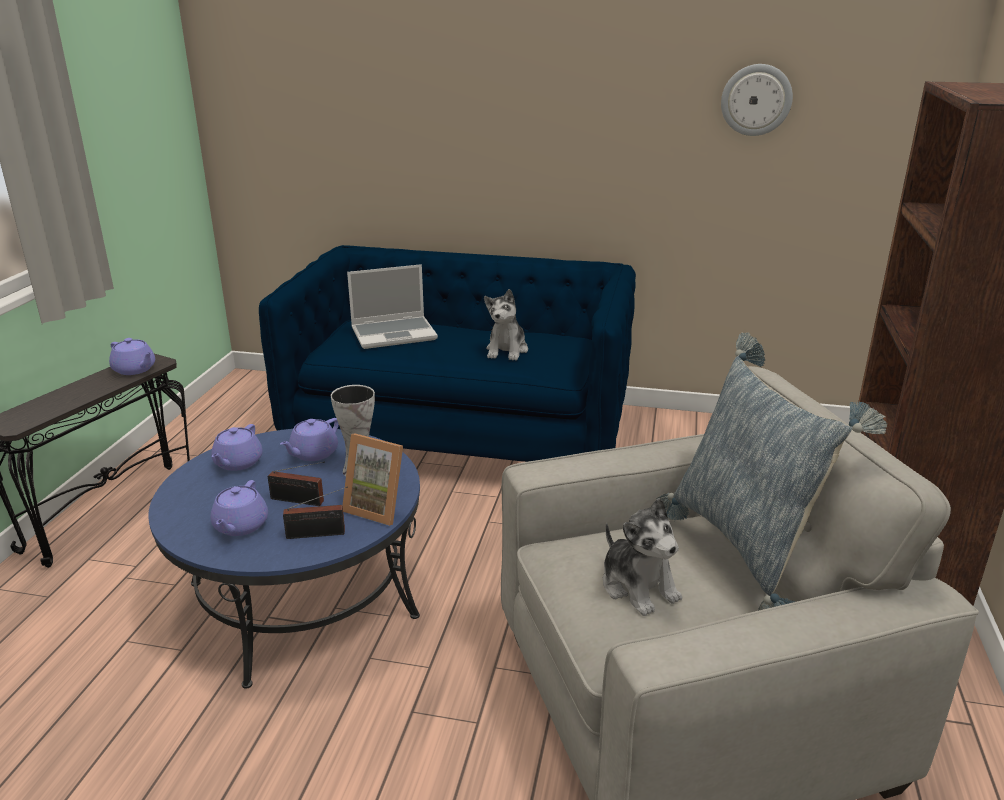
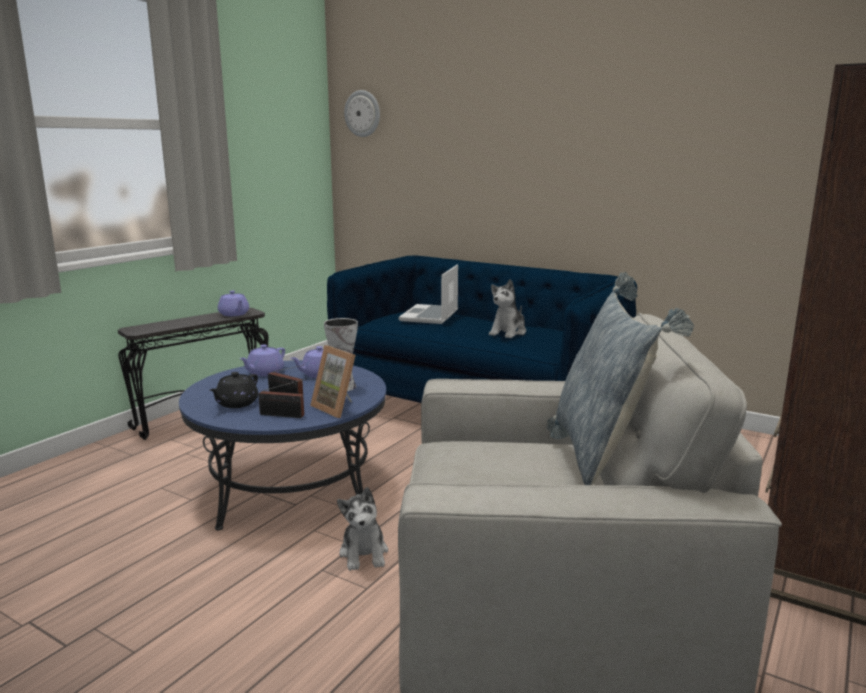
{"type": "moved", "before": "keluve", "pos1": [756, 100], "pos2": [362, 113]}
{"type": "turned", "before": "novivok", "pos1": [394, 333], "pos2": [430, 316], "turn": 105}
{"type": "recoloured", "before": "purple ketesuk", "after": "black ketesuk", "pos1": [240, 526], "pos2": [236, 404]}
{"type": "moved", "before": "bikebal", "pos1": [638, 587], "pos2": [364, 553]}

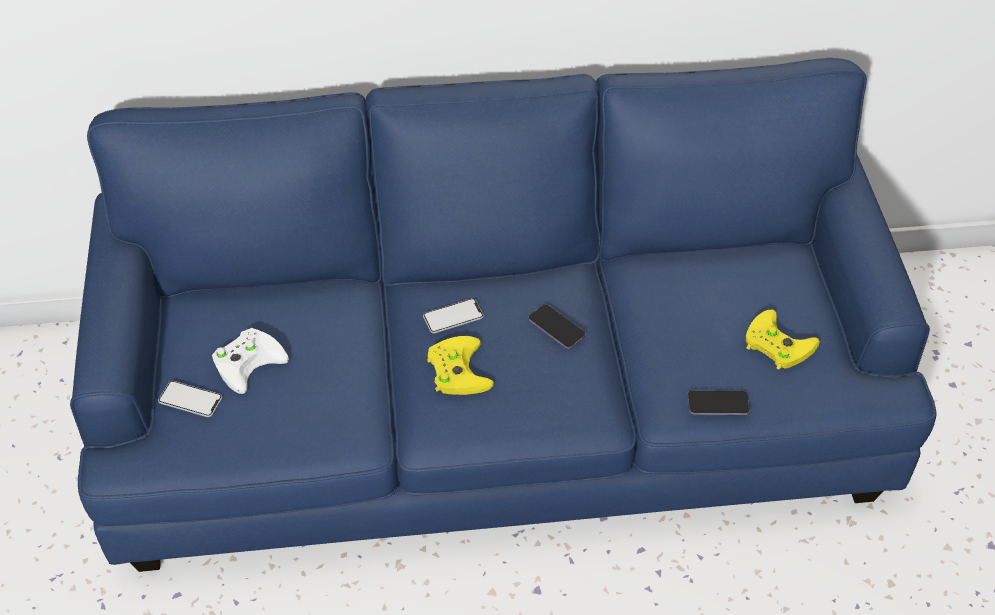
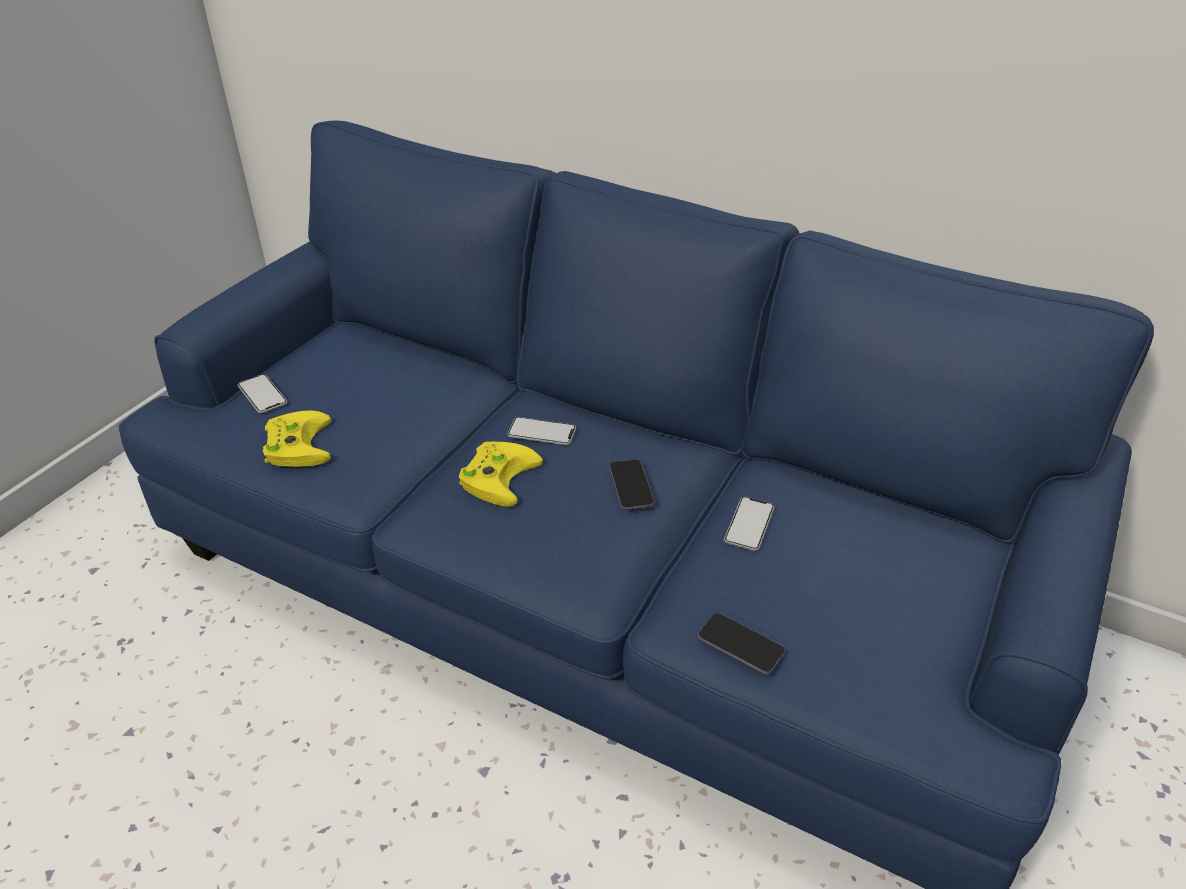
{"type": "moved", "before": "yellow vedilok", "pos1": [775, 344], "pos2": [295, 443]}
{"type": "removed", "before": "white vedilok", "pos1": [249, 360]}
{"type": "added", "after": "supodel", "pos2": [749, 524]}

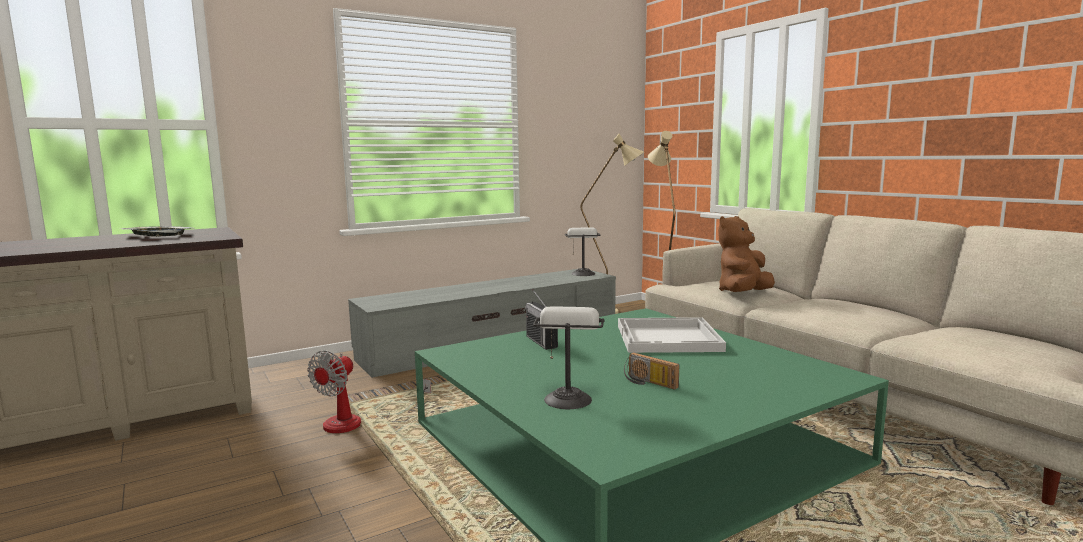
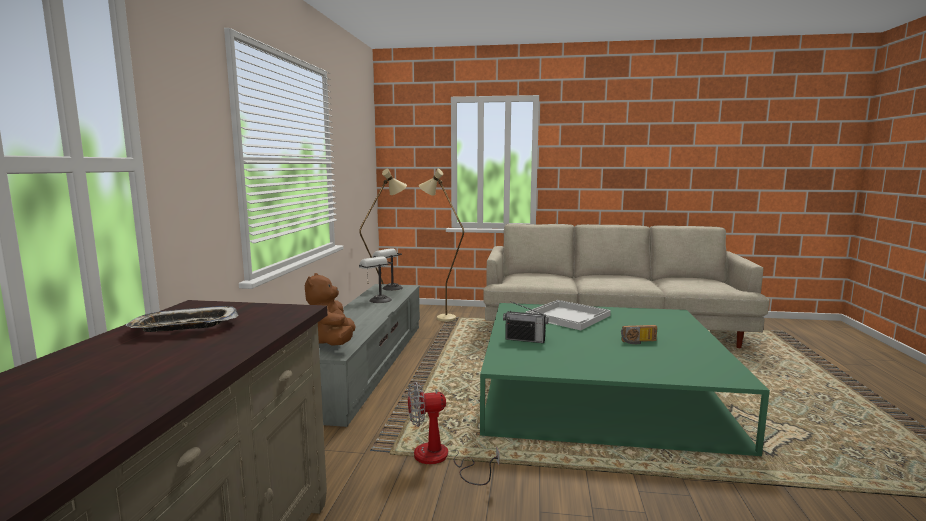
{"type": "moved", "before": "brown bikebal", "pos1": [743, 293], "pos2": [333, 342]}
{"type": "moved", "before": "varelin", "pos1": [567, 395], "pos2": [377, 299]}
{"type": "turned", "before": "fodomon", "pos1": [357, 423], "pos2": [441, 459], "turn": 105}

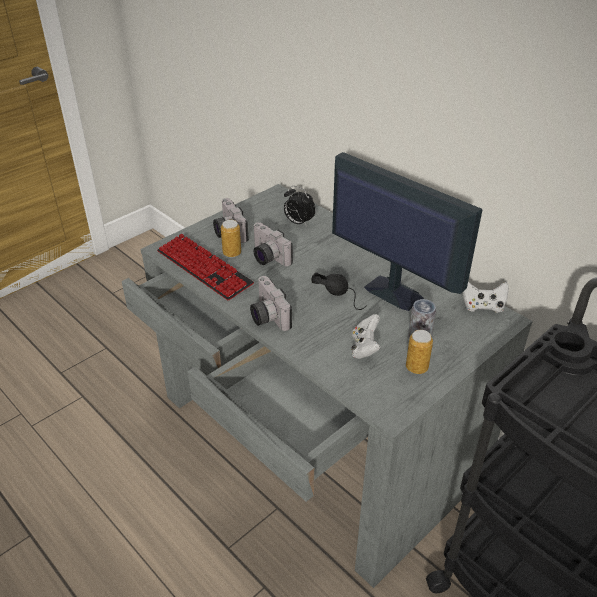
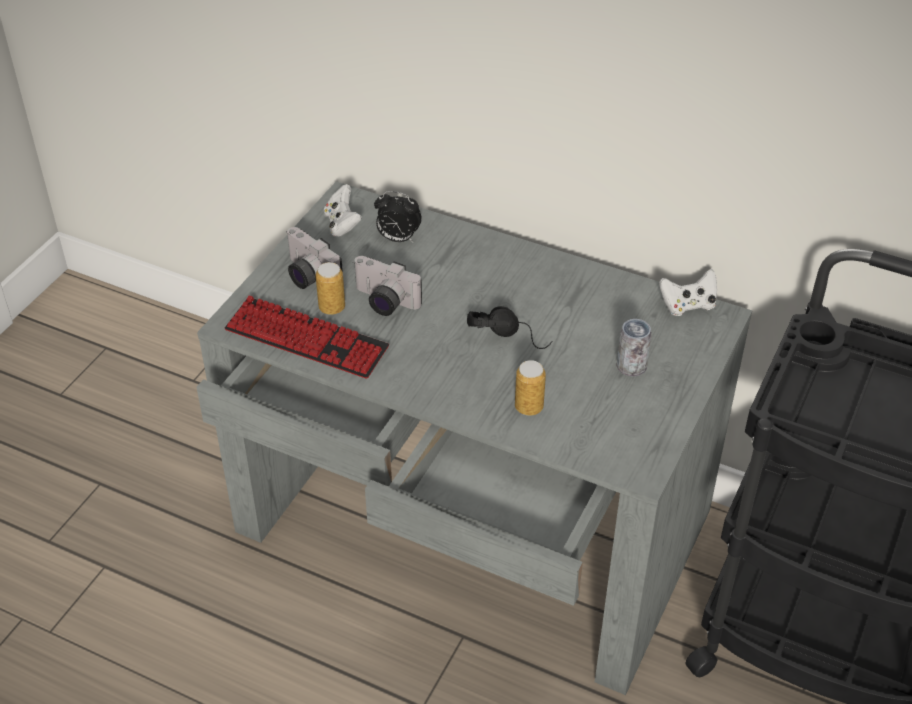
{"type": "removed", "before": "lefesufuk", "pos1": [392, 292]}
{"type": "removed", "before": "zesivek", "pos1": [266, 316]}
{"type": "moved", "before": "white vedilok", "pos1": [364, 348], "pos2": [342, 224]}
{"type": "moved", "before": "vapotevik", "pos1": [416, 367], "pos2": [529, 407]}

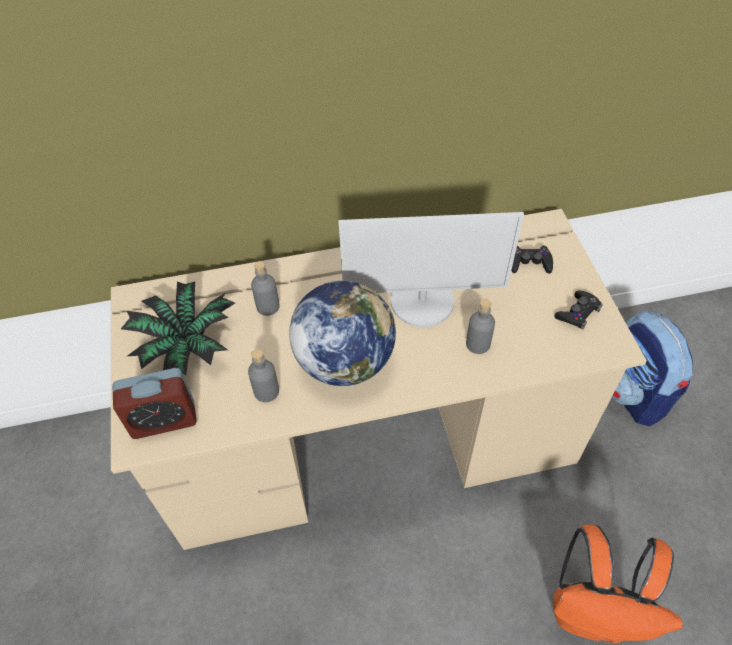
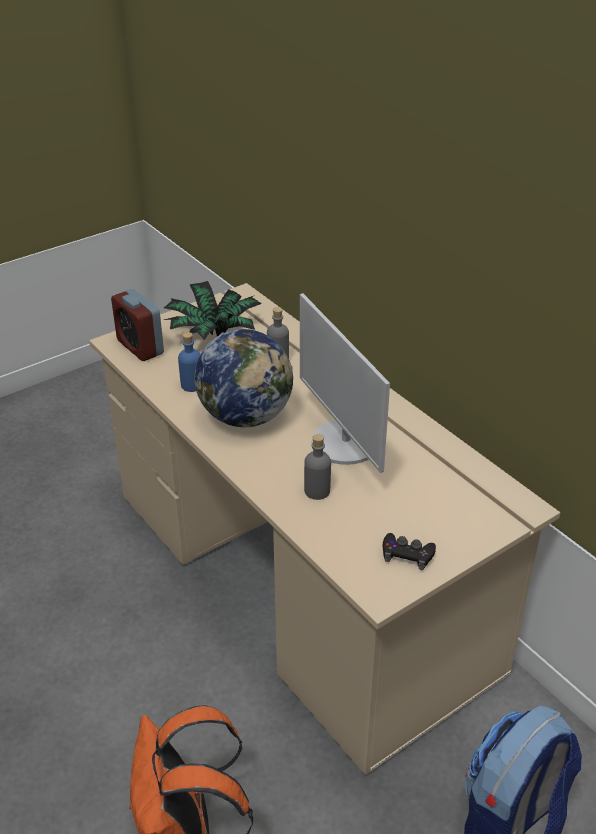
{"type": "removed", "before": "black vedilok", "pos1": [529, 263]}
{"type": "recoloured", "before": "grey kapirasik", "after": "blue kapirasik", "pos1": [266, 391], "pos2": [192, 385]}

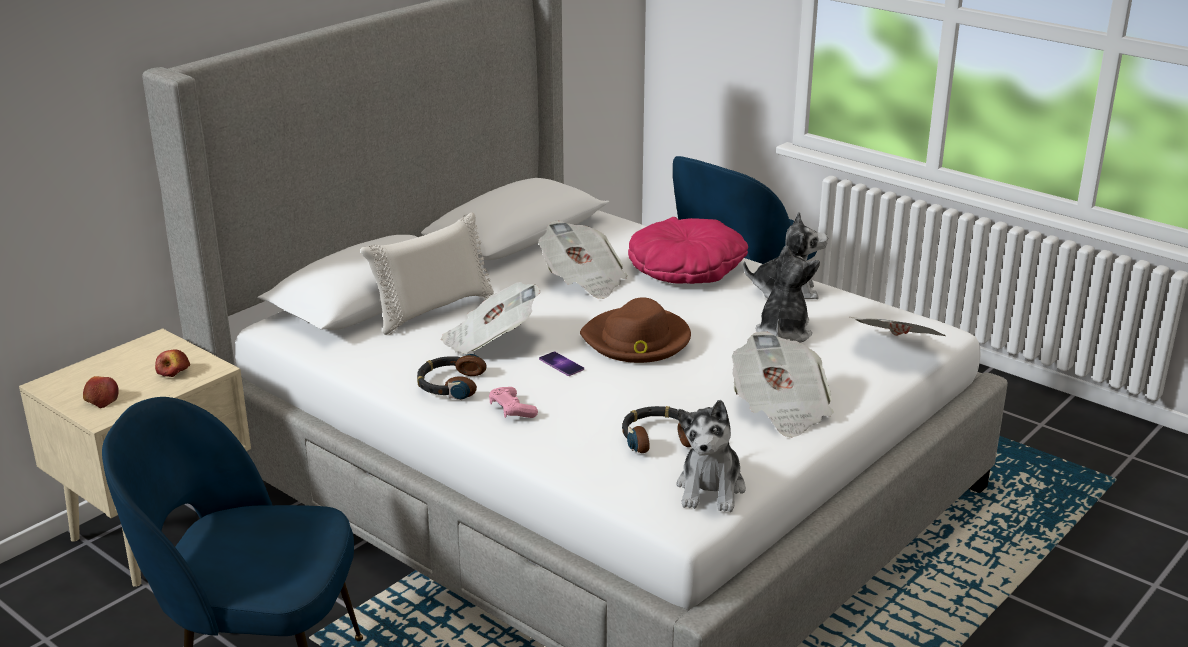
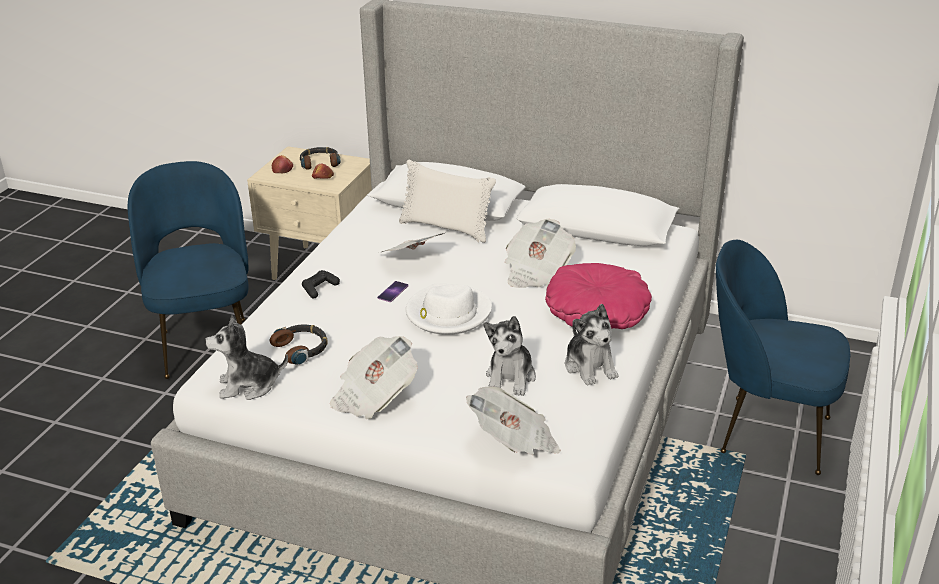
{"type": "turned", "before": "bikebal", "pos1": [783, 332], "pos2": [511, 378], "turn": 105}
{"type": "recoloured", "before": "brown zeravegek", "after": "white zeravegek", "pos1": [637, 340], "pos2": [448, 313]}
{"type": "moved", "before": "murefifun", "pos1": [450, 384], "pos2": [320, 163]}
{"type": "recoloured", "before": "pink vedilok", "after": "black vedilok", "pos1": [512, 410], "pos2": [319, 288]}

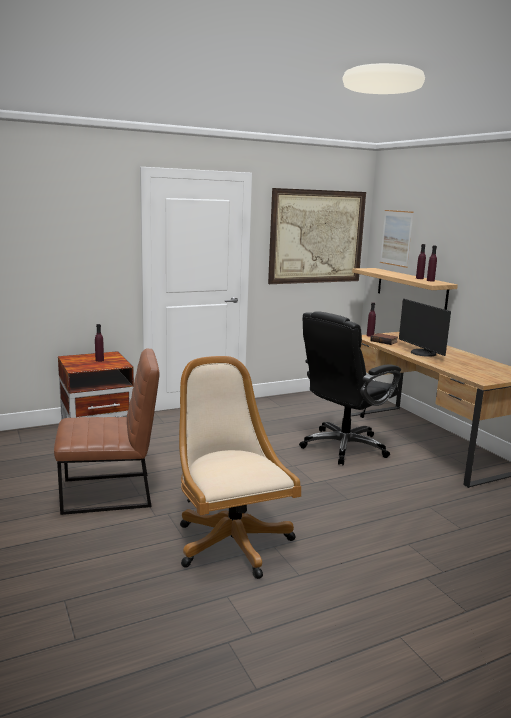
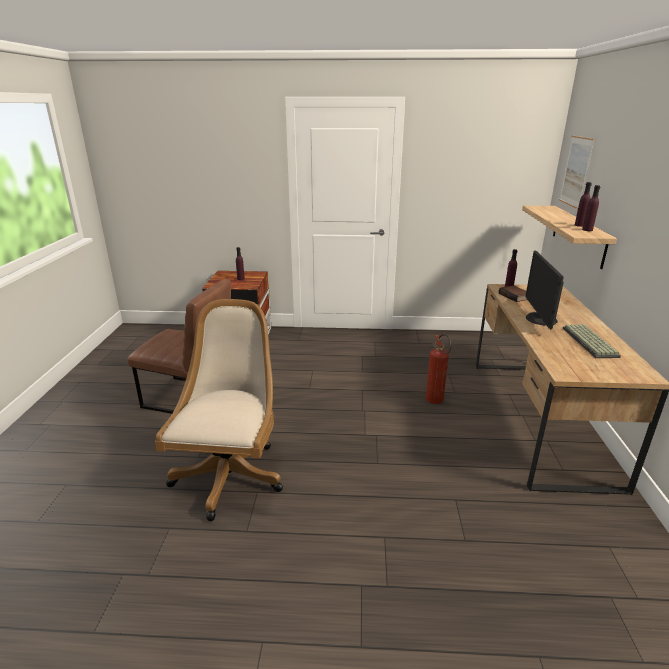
{"type": "removed", "before": "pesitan", "pos1": [317, 237]}
{"type": "replaced", "before": "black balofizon", "after": "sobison", "pos1": [344, 447], "pos2": [436, 402]}
{"type": "added", "after": "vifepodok", "pos2": [591, 342]}

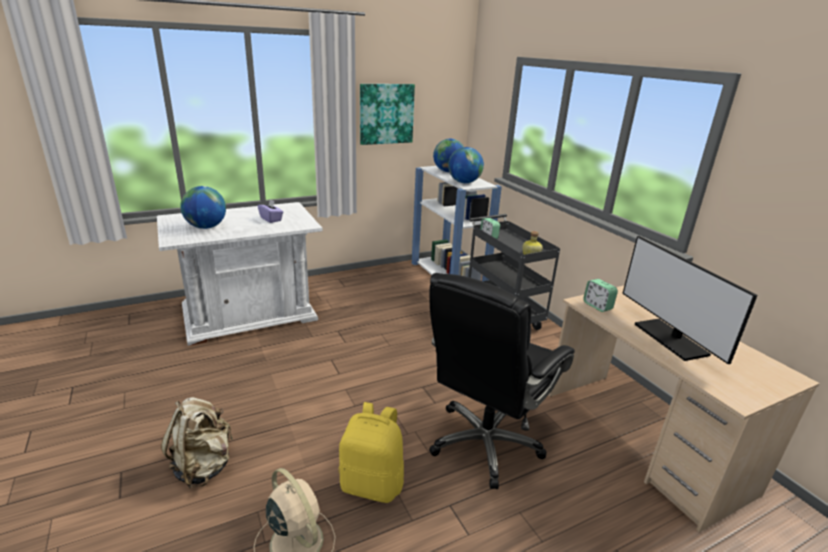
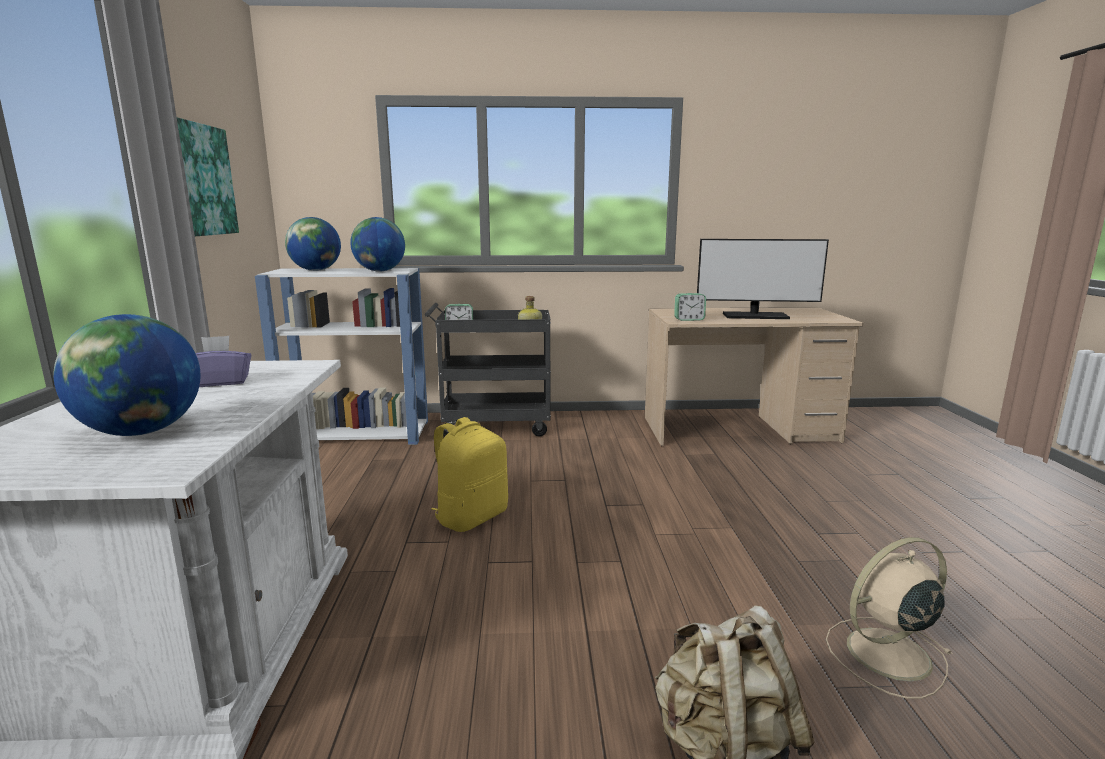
{"type": "removed", "before": "black balofizon", "pos1": [486, 440]}
{"type": "moved", "before": "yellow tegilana", "pos1": [372, 484], "pos2": [471, 517]}

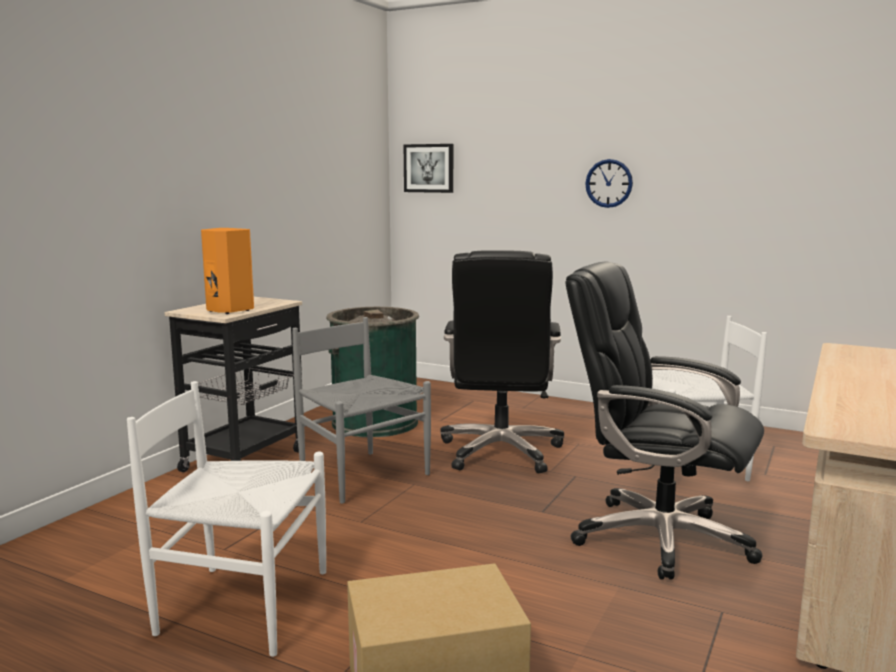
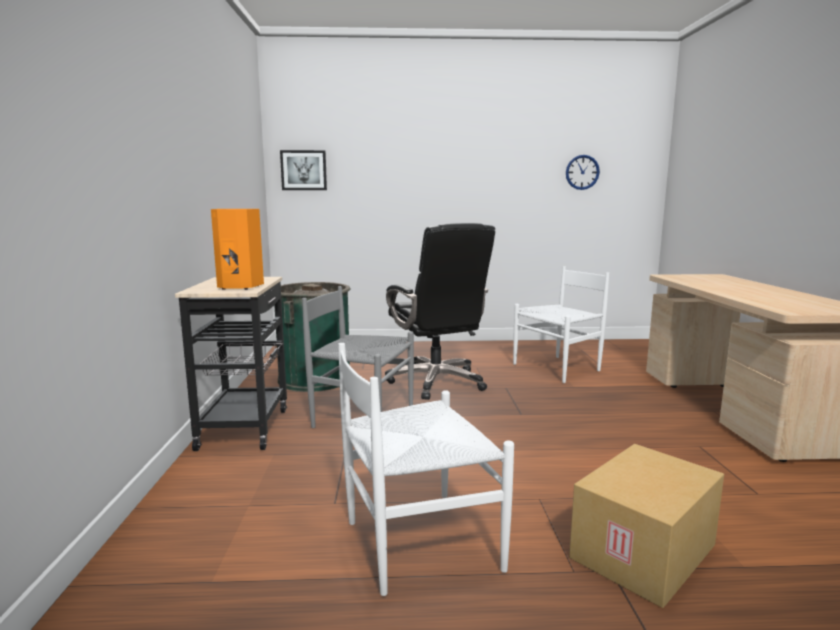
{"type": "moved", "before": "keluve", "pos1": [609, 183], "pos2": [582, 172]}
{"type": "removed", "before": "black balofizon", "pos1": [659, 538]}

